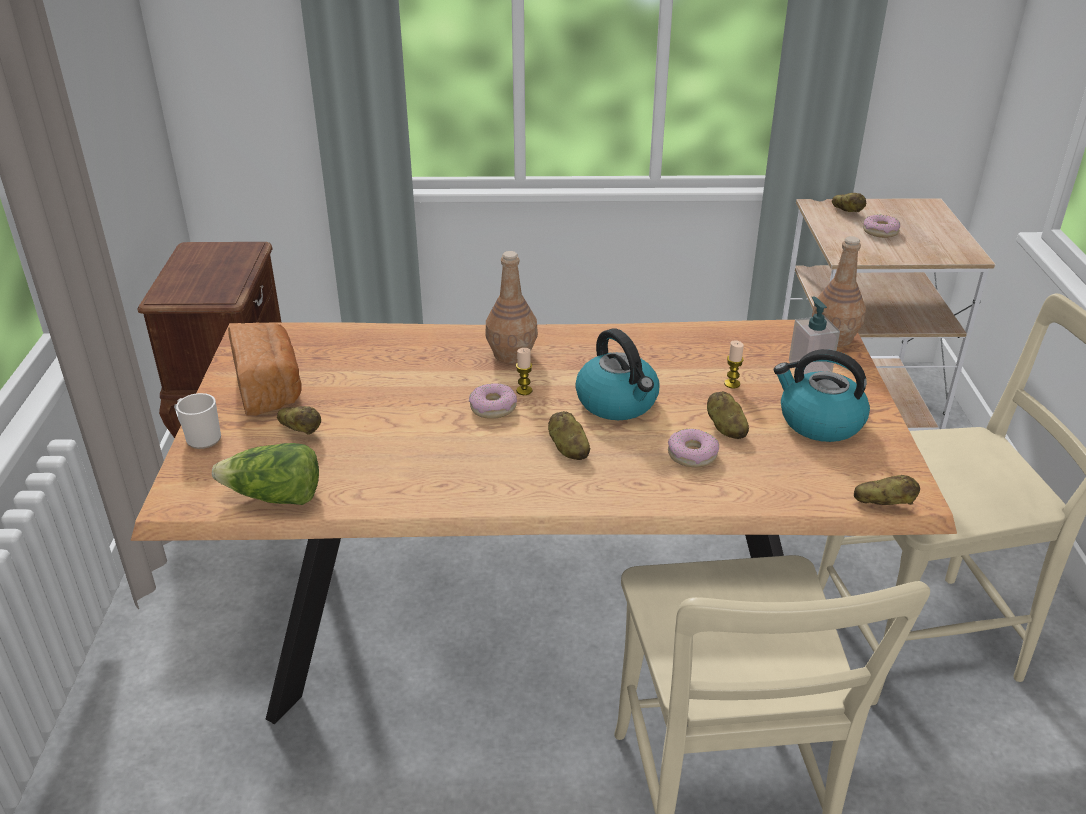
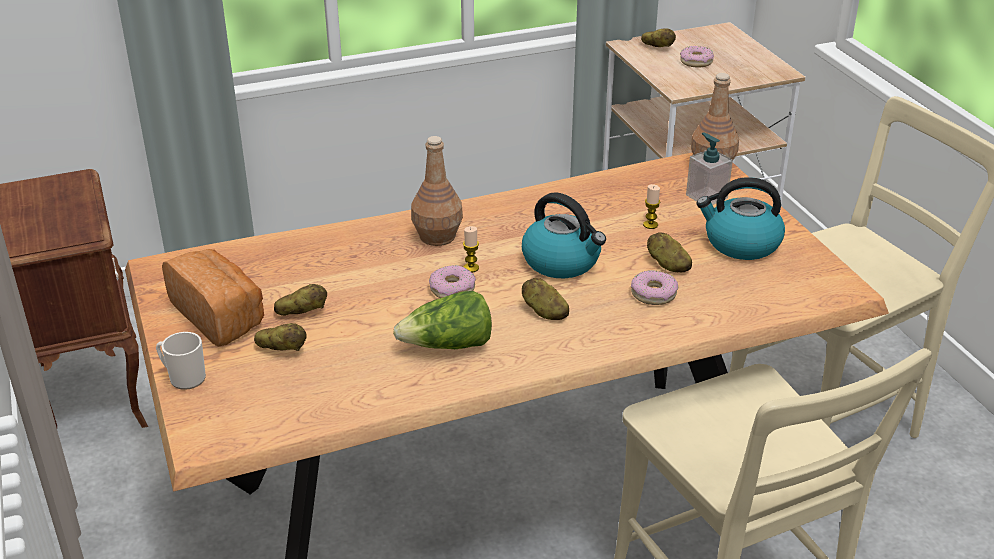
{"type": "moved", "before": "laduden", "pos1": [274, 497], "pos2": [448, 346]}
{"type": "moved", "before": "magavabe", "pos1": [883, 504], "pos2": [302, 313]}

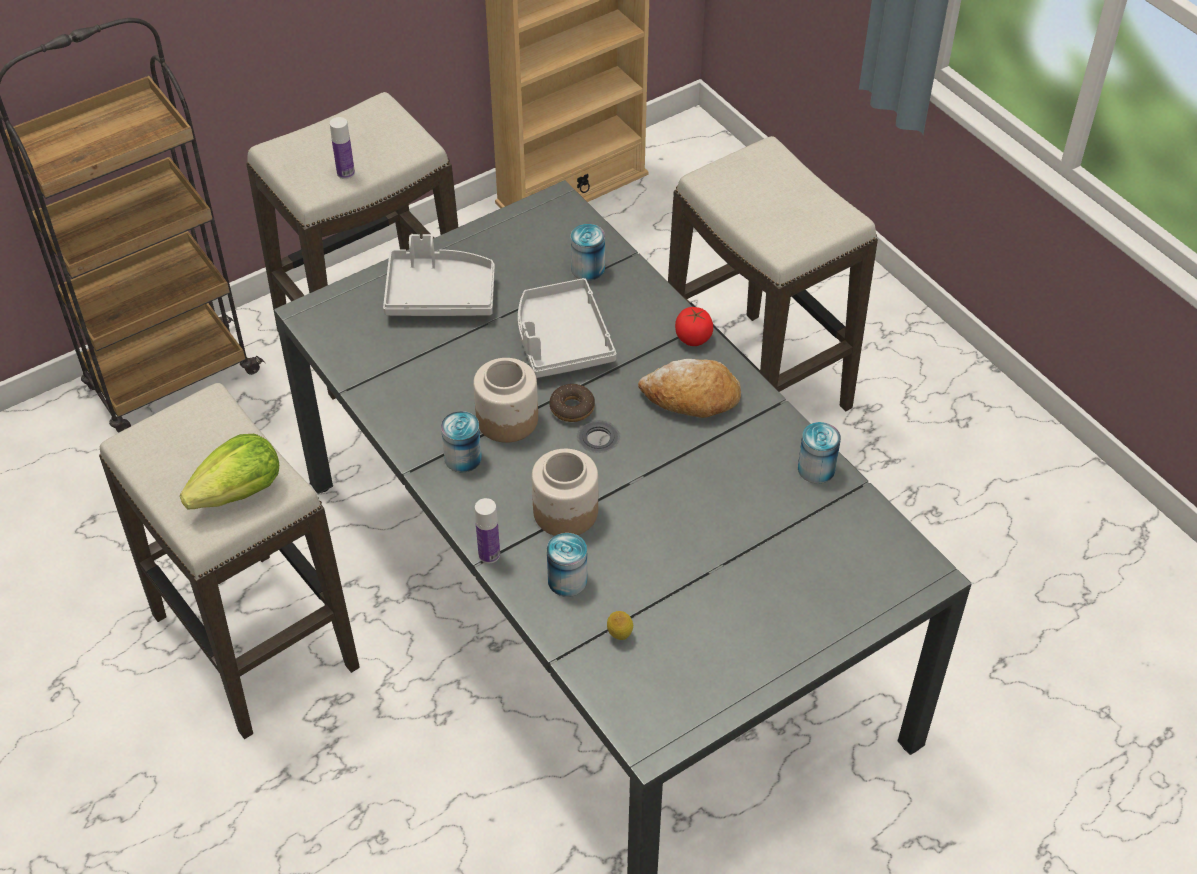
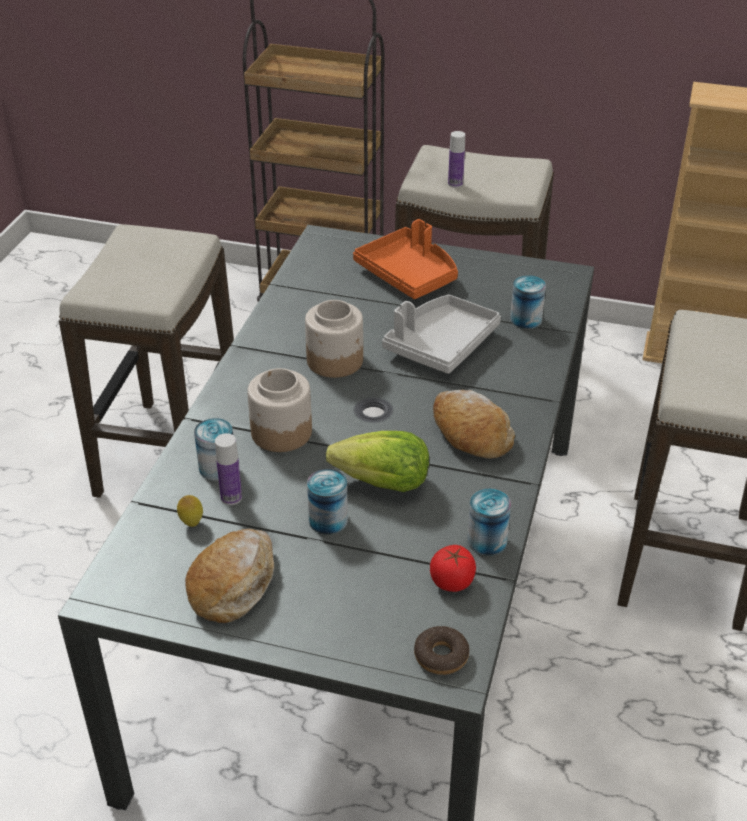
{"type": "recoloured", "before": "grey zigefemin", "after": "orange zigefemin", "pos1": [440, 295], "pos2": [409, 274]}
{"type": "moved", "before": "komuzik", "pos1": [693, 337], "pos2": [452, 581]}
{"type": "moved", "before": "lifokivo", "pos1": [572, 408], "pos2": [441, 656]}
{"type": "moved", "before": "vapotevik", "pos1": [463, 458], "pos2": [328, 520]}
{"type": "moved", "before": "laduden", "pos1": [240, 493], "pos2": [383, 483]}
{"type": "moved", "before": "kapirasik", "pos1": [489, 554], "pos2": [231, 498]}
{"type": "added", "after": "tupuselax", "pos2": [233, 584]}

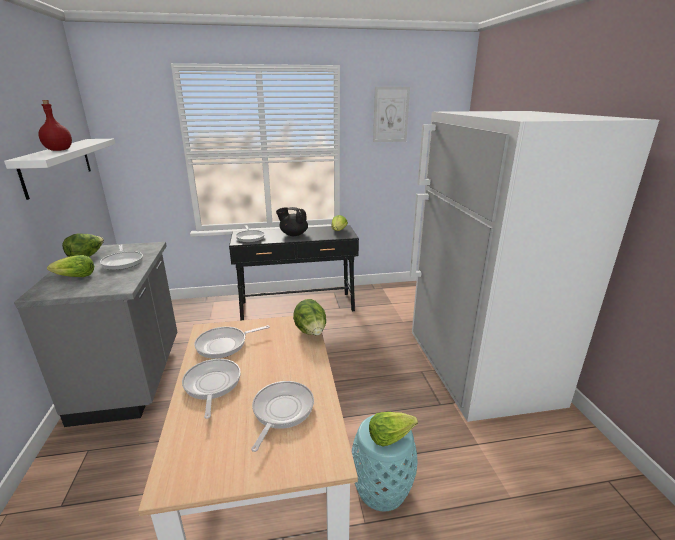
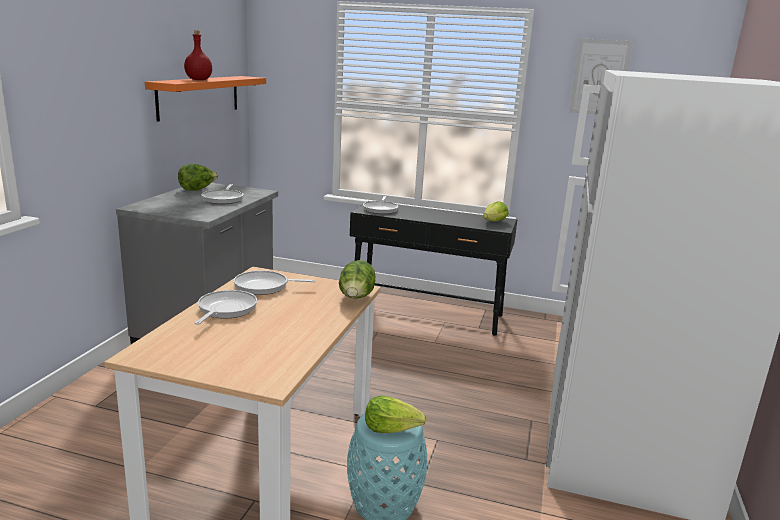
{"type": "recoloured", "before": "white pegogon", "after": "orange pegogon", "pos1": [58, 165], "pos2": [199, 96]}
{"type": "removed", "before": "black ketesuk", "pos1": [293, 234]}
{"type": "removed", "before": "laduden", "pos1": [75, 277]}
{"type": "removed", "before": "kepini", "pos1": [281, 411]}

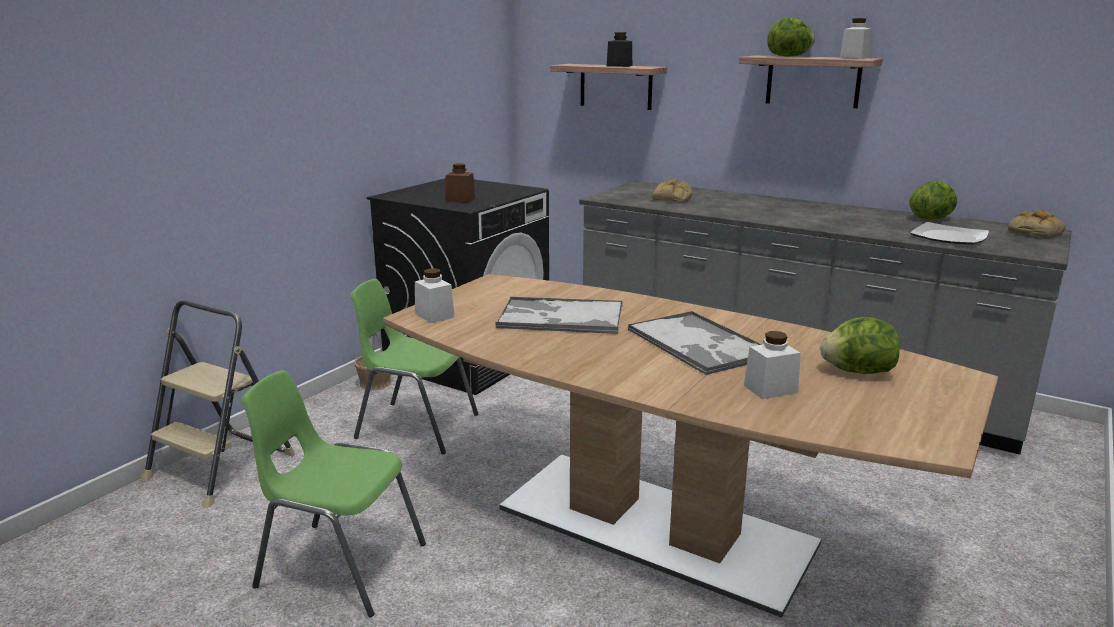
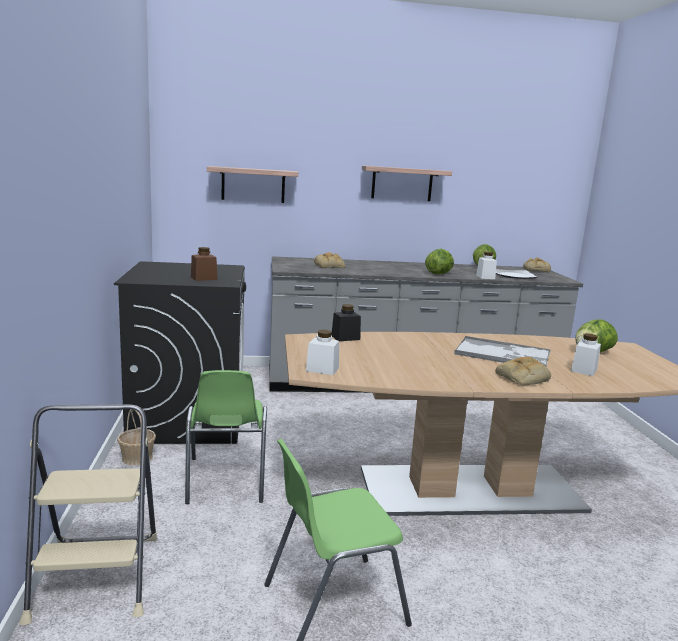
{"type": "moved", "before": "laduden", "pos1": [789, 56], "pos2": [439, 274]}
{"type": "moved", "before": "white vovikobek", "pos1": [854, 58], "pos2": [485, 277]}
{"type": "moved", "before": "black vovikobek", "pos1": [619, 66], "pos2": [345, 337]}
{"type": "turned", "before": "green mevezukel", "pos1": [415, 426], "pos2": [225, 480], "turn": -75}
{"type": "removed", "before": "zigefemin", "pos1": [560, 317]}
{"type": "added", "after": "tupuselax", "pos2": [522, 378]}

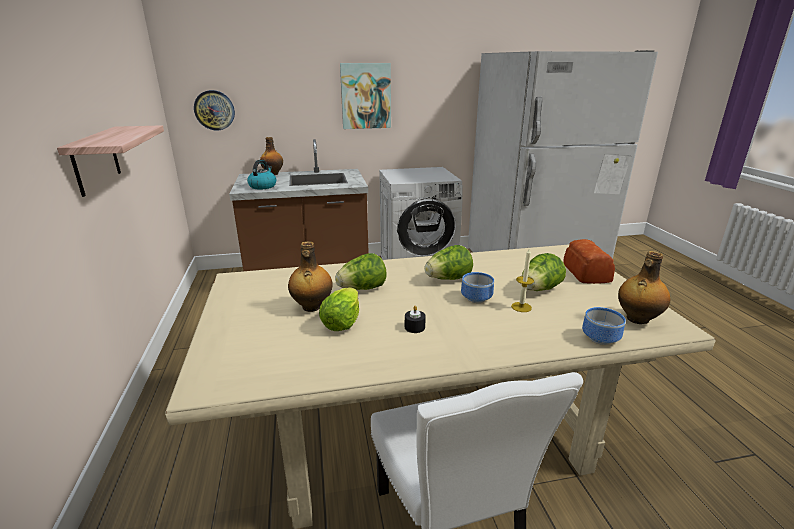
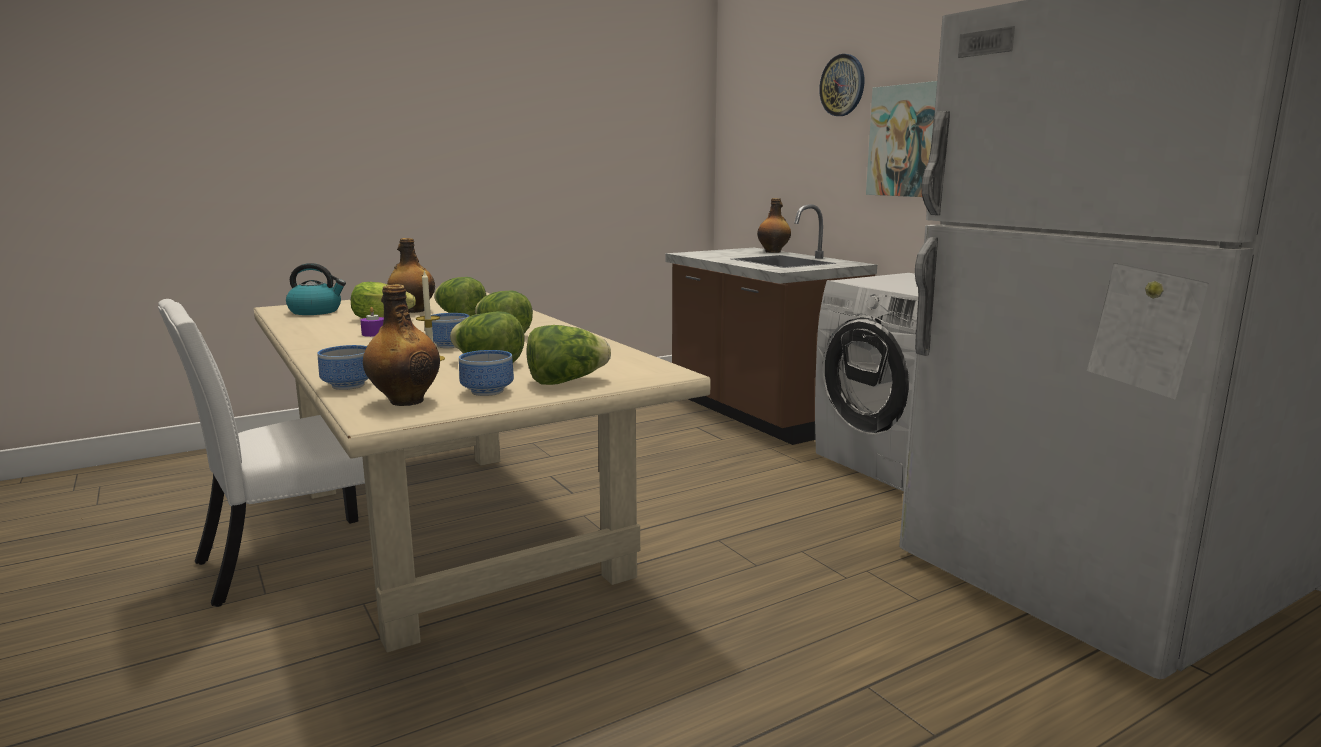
{"type": "moved", "before": "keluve", "pos1": [214, 110], "pos2": [842, 85]}
{"type": "removed", "before": "pegogon", "pos1": [96, 160]}
{"type": "moved", "before": "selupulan", "pos1": [263, 186], "pos2": [316, 311]}
{"type": "replaced", "before": "tupuselax", "after": "laduden", "pos1": [586, 273], "pos2": [566, 381]}
{"type": "recoloured", "before": "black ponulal", "after": "purple ponulal", "pos1": [414, 327], "pos2": [374, 334]}
{"type": "added", "after": "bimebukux", "pos2": [485, 391]}

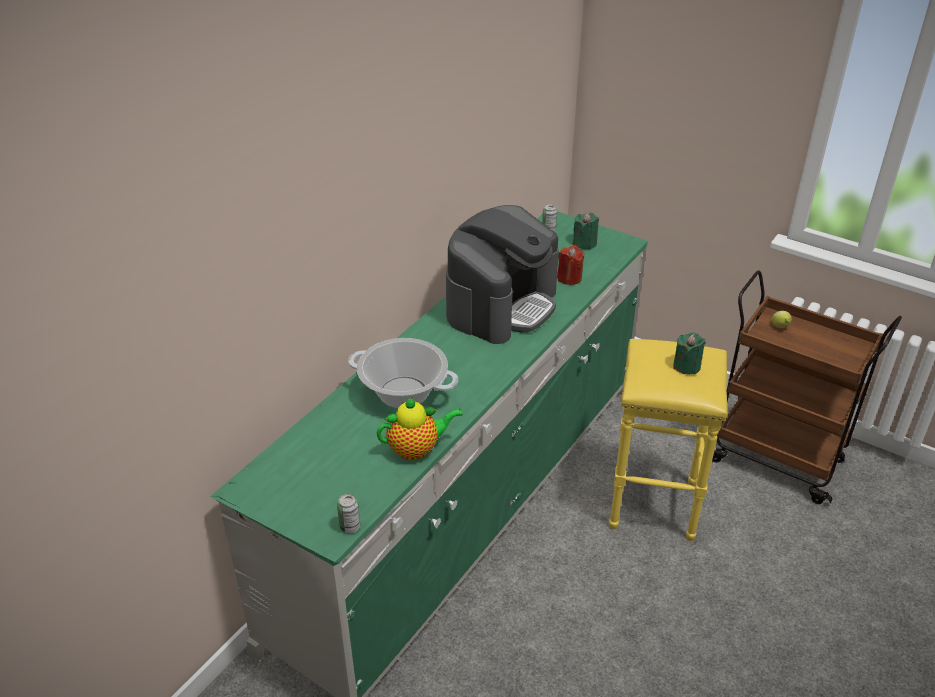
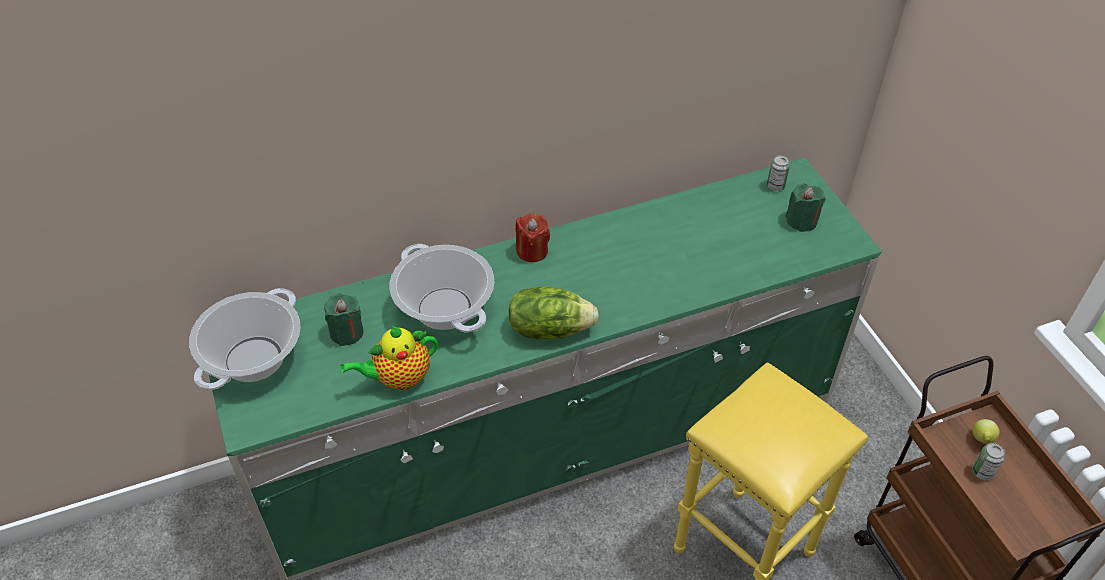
{"type": "removed", "before": "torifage", "pos1": [502, 305]}
{"type": "moved", "before": "red ponulal", "pos1": [569, 278], "pos2": [532, 251]}
{"type": "moved", "before": "green ponulal", "pos1": [686, 366], "pos2": [346, 332]}
{"type": "turned", "before": "ketesuk", "pos1": [417, 449], "pos2": [399, 378], "turn": 135}
{"type": "moved", "before": "vapotevik", "pos1": [350, 527], "pos2": [982, 472]}
{"type": "added", "after": "laduden", "pos2": [549, 328]}
{"type": "added", "after": "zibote", "pos2": [253, 359]}

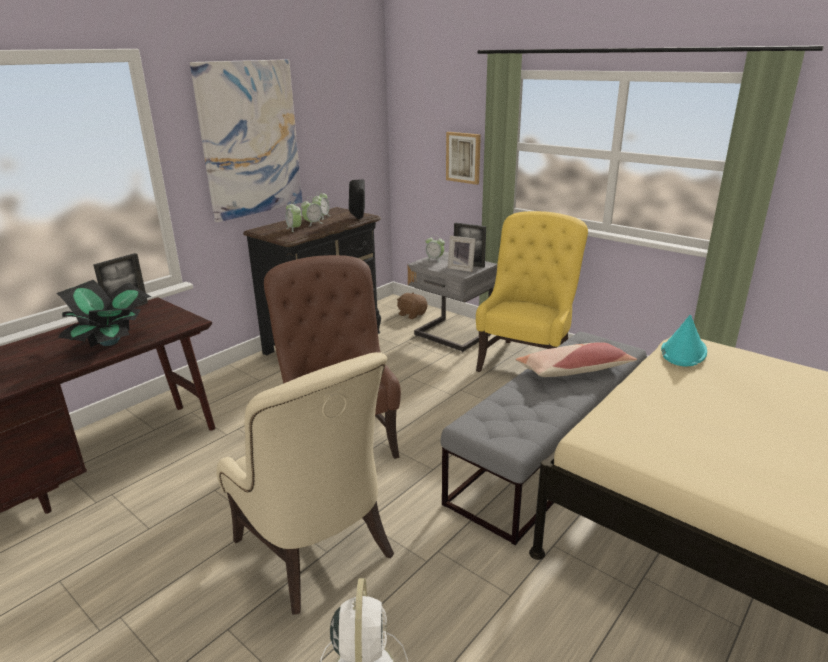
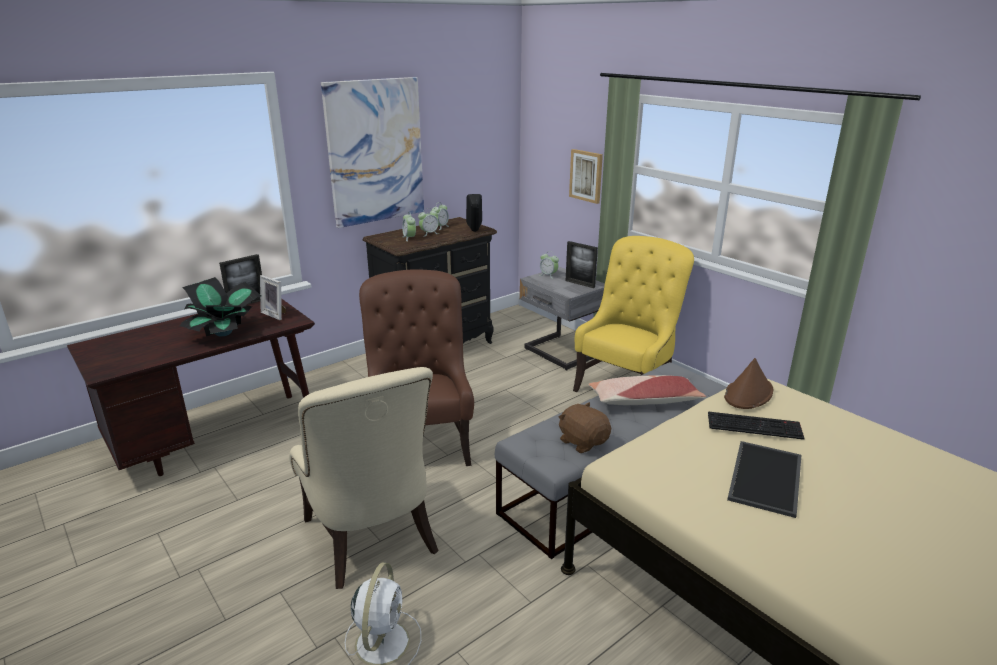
{"type": "moved", "before": "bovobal", "pos1": [462, 268], "pos2": [276, 314]}
{"type": "moved", "before": "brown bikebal", "pos1": [412, 314], "pos2": [583, 442]}
{"type": "recoloured", "before": "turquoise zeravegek", "after": "brown zeravegek", "pos1": [683, 351], "pos2": [748, 394]}
{"type": "added", "after": "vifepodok", "pos2": [755, 425]}
{"type": "added", "after": "zigefemin", "pos2": [767, 479]}

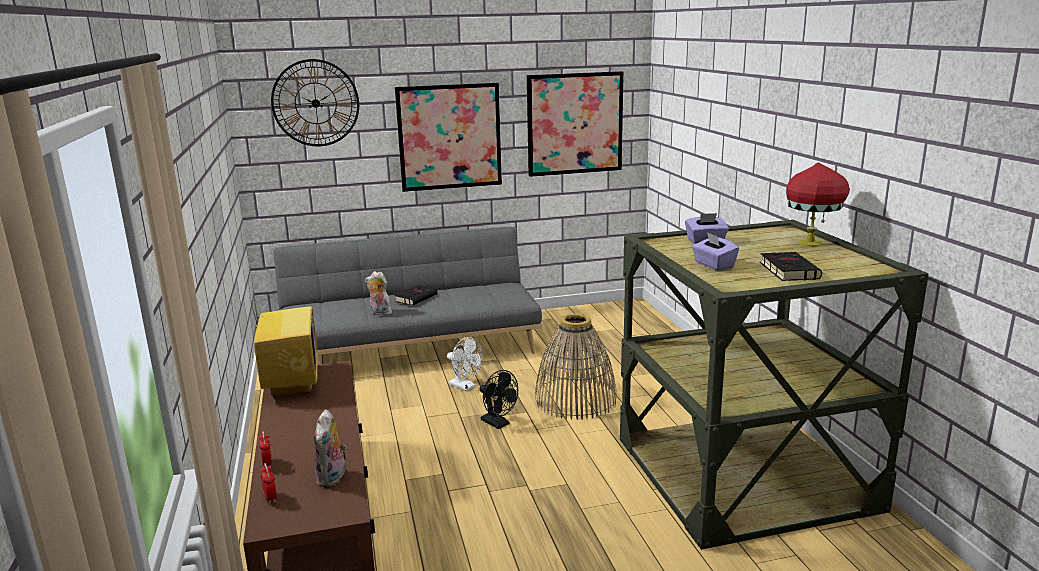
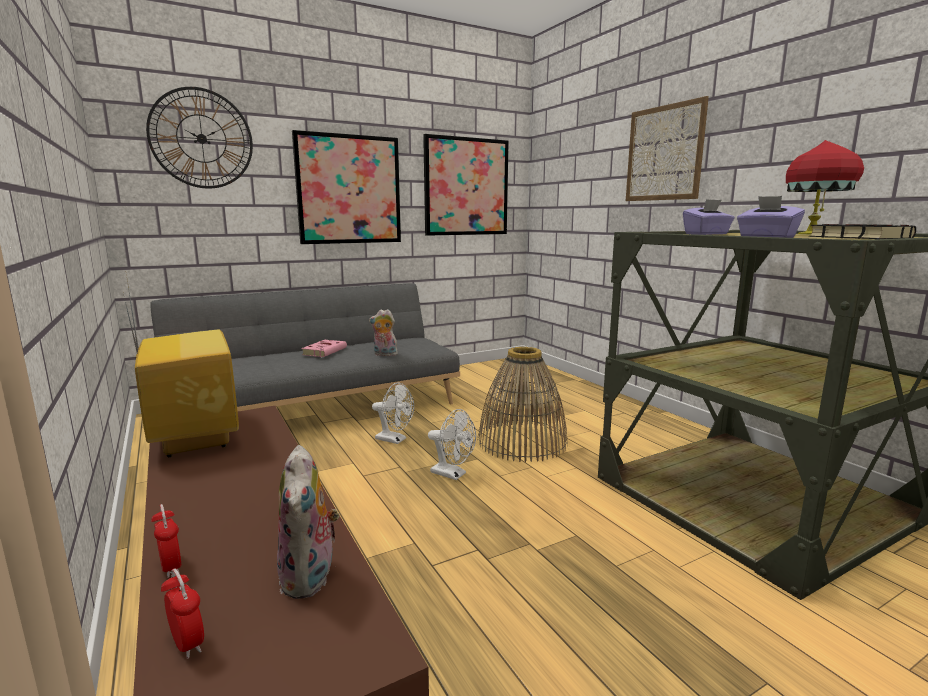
{"type": "moved", "before": "bikebal", "pos1": [379, 313], "pos2": [384, 354]}
{"type": "recoloured", "before": "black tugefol", "after": "pink tugefol", "pos1": [417, 297], "pos2": [325, 351]}
{"type": "recoloured", "before": "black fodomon", "after": "white fodomon", "pos1": [498, 423], "pos2": [453, 474]}
{"type": "added", "after": "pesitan", "pos2": [664, 152]}

